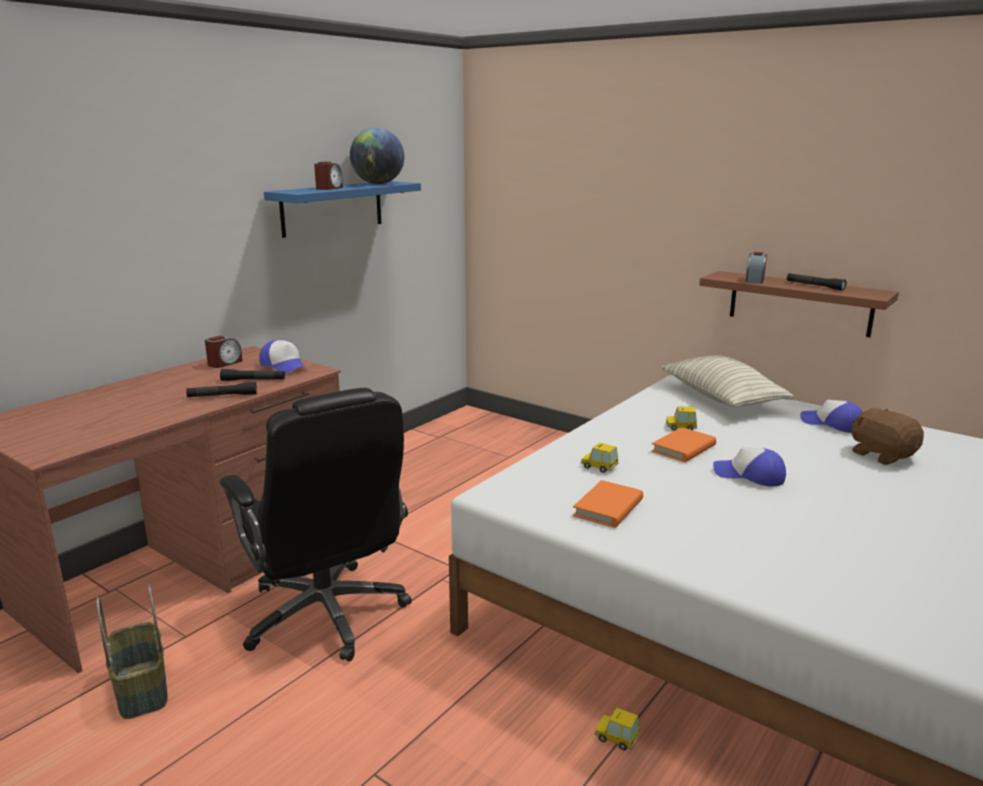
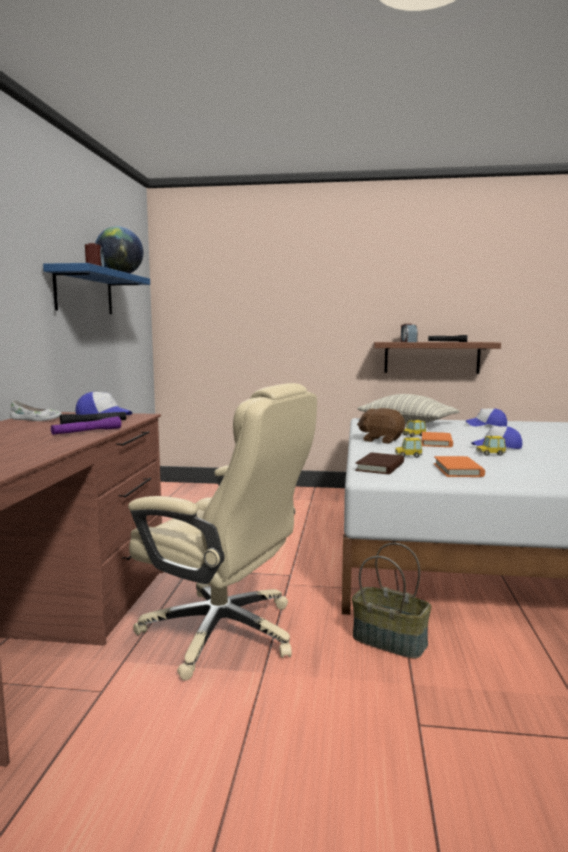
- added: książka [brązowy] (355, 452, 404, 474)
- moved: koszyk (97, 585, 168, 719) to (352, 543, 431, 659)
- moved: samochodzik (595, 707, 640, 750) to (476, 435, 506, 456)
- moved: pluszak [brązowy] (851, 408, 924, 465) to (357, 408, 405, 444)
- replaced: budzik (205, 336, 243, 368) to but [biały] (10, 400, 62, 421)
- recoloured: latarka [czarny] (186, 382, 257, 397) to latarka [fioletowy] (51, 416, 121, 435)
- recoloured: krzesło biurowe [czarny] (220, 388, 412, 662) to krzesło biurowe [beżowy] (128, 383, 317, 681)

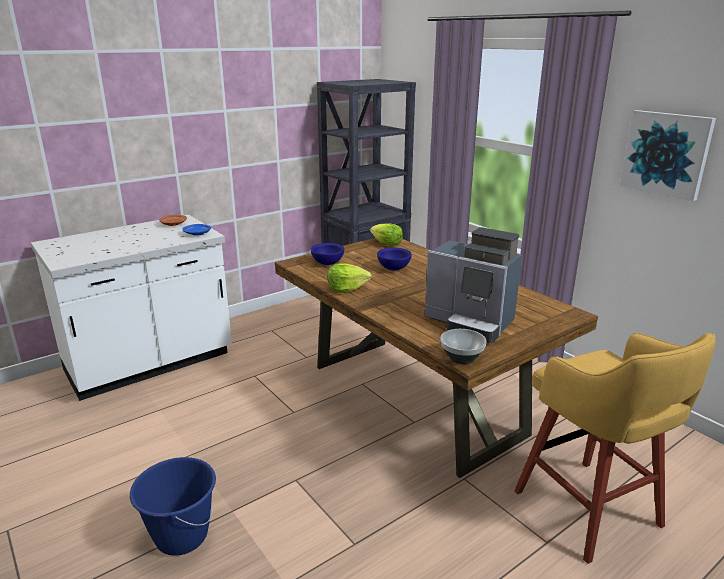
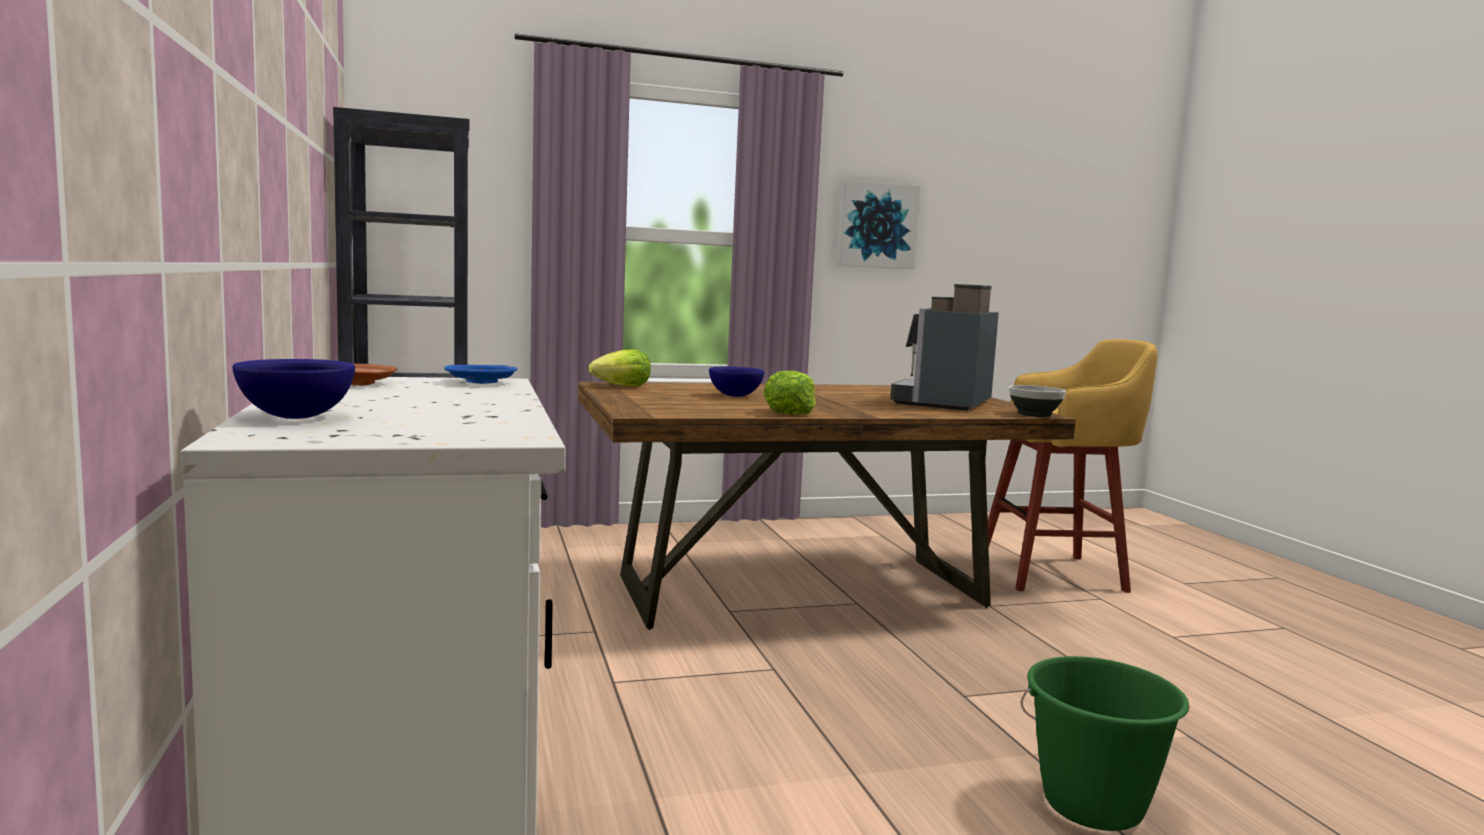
- moved: miska [niebieski] (311, 243, 344, 265) to (232, 359, 355, 419)
- recoloured: wiadro [niebieski] (130, 457, 216, 556) to wiadro [zielony] (1021, 656, 1190, 831)
- turned: ekspres do kawy (425, 227, 522, 344) = (891, 284, 999, 411) 150 degrees clockwise

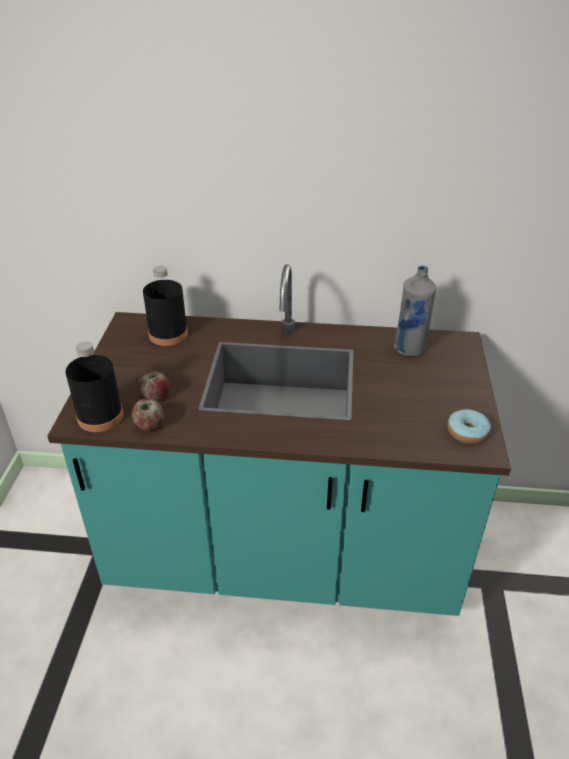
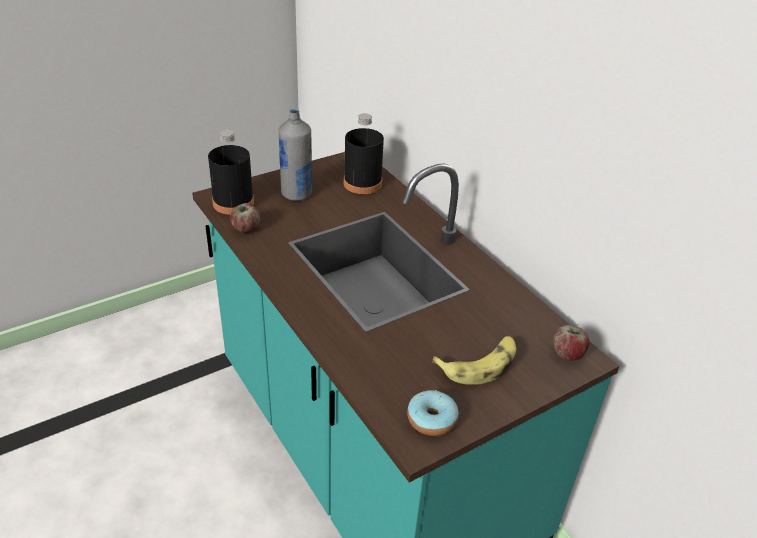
- added: banan (432, 336, 517, 385)
- moved: jabłko (138, 372, 170, 401) to (553, 325, 589, 361)
- moved: butelka [szary] (394, 265, 437, 356) to (279, 109, 312, 201)

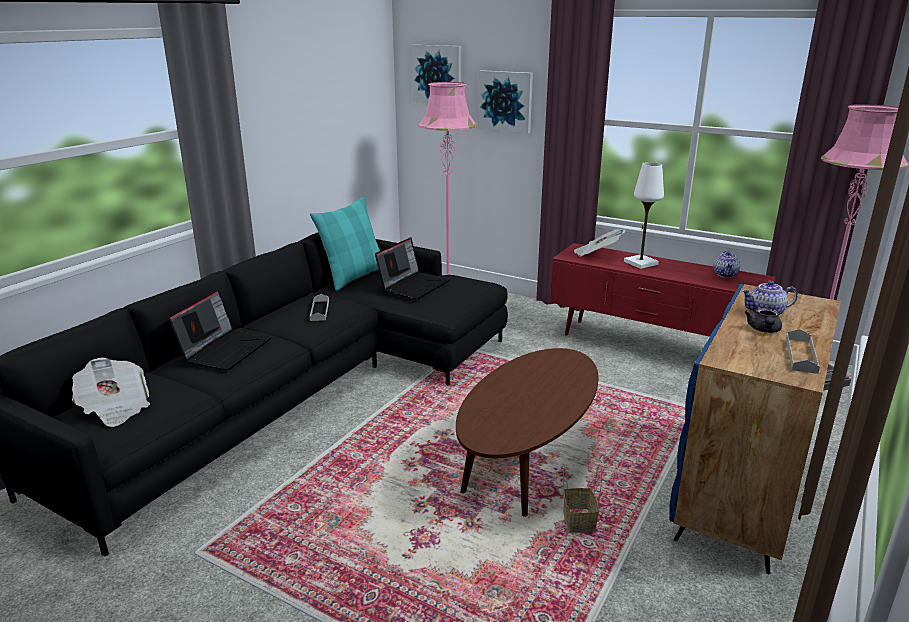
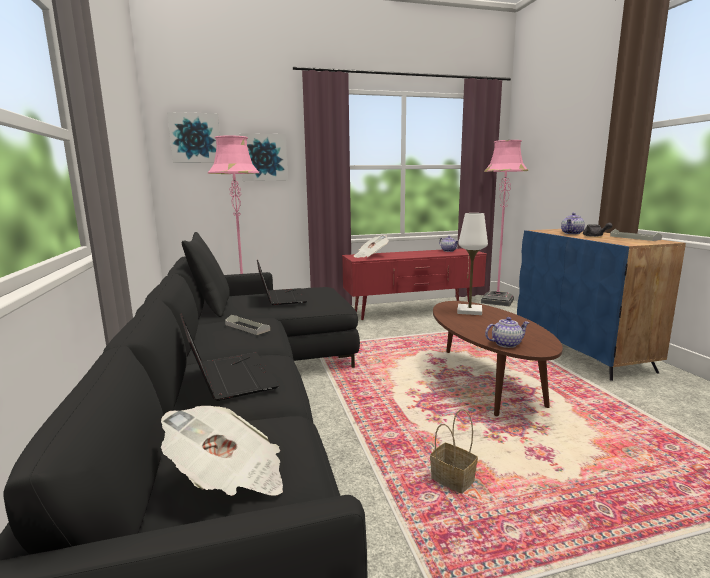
- added: imbryk (485, 317, 530, 348)
- moved: koszyk (563, 464, 602, 533) to (430, 409, 478, 493)
- moved: lampa stołowa [biały] (624, 162, 664, 269) to (457, 213, 488, 315)
- recoloured: poduszka [turkusowy] (310, 197, 380, 291) to poduszka [czarny] (182, 232, 230, 317)

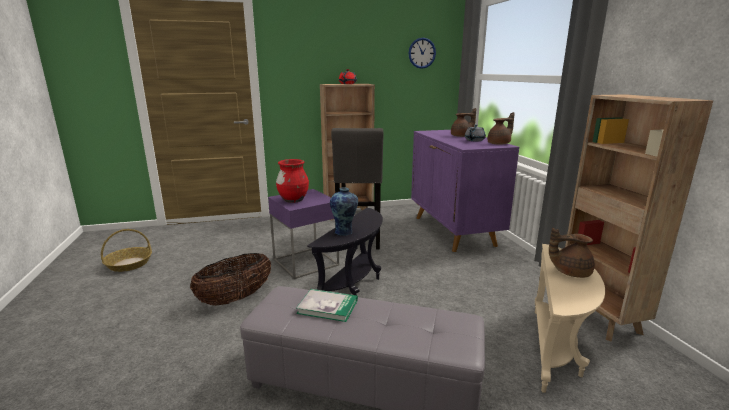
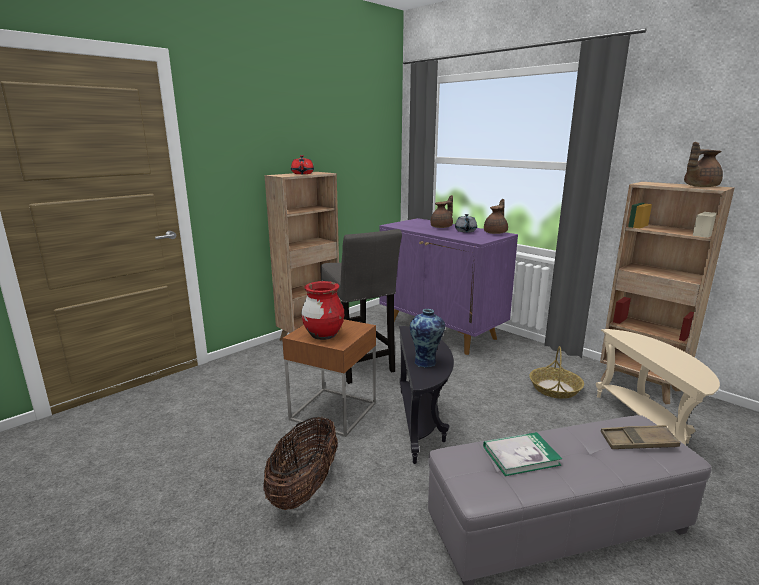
- removed: zegar ścienny (408, 38, 436, 69)
- added: taca [brązowy] (601, 425, 681, 449)
- moved: koszyk (101, 229, 152, 272) to (529, 346, 584, 399)
- moved: imbryk [brązowy] (549, 228, 595, 278) to (684, 142, 723, 187)
- recoloured: stolik [fioletowy] (268, 189, 339, 279) to stolik [brązowy] (282, 319, 376, 437)

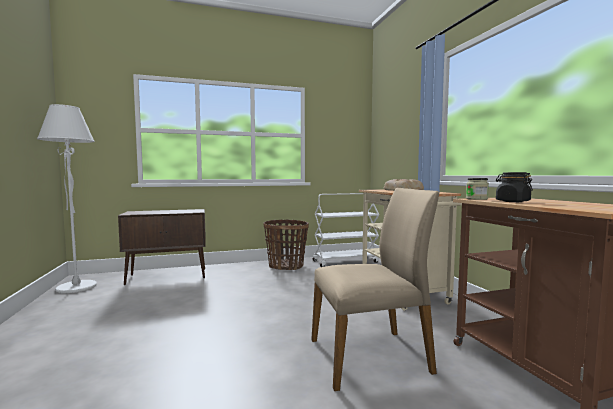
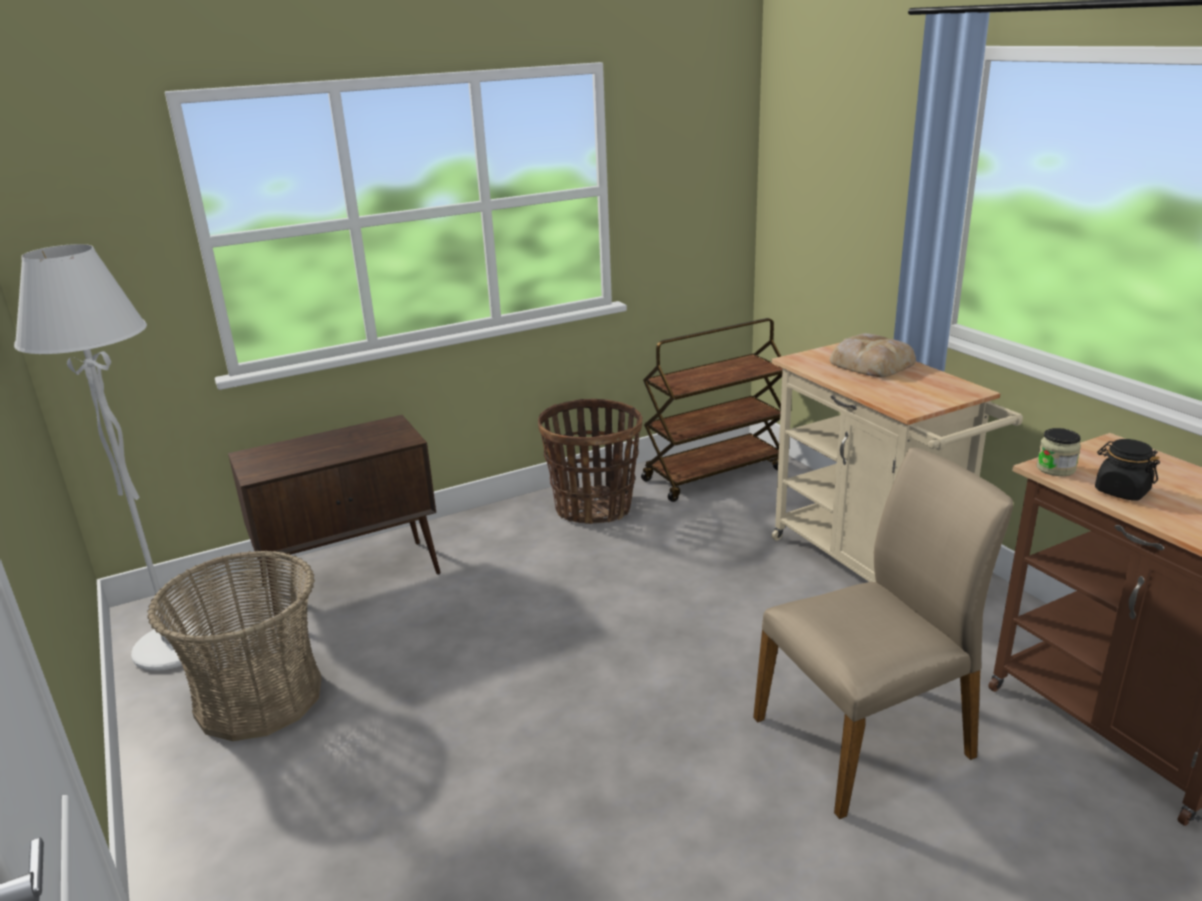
- added: koszyk (147, 550, 322, 741)
- recoloured: wózek [biały] (313, 193, 379, 267) to wózek [brązowy] (641, 318, 783, 502)

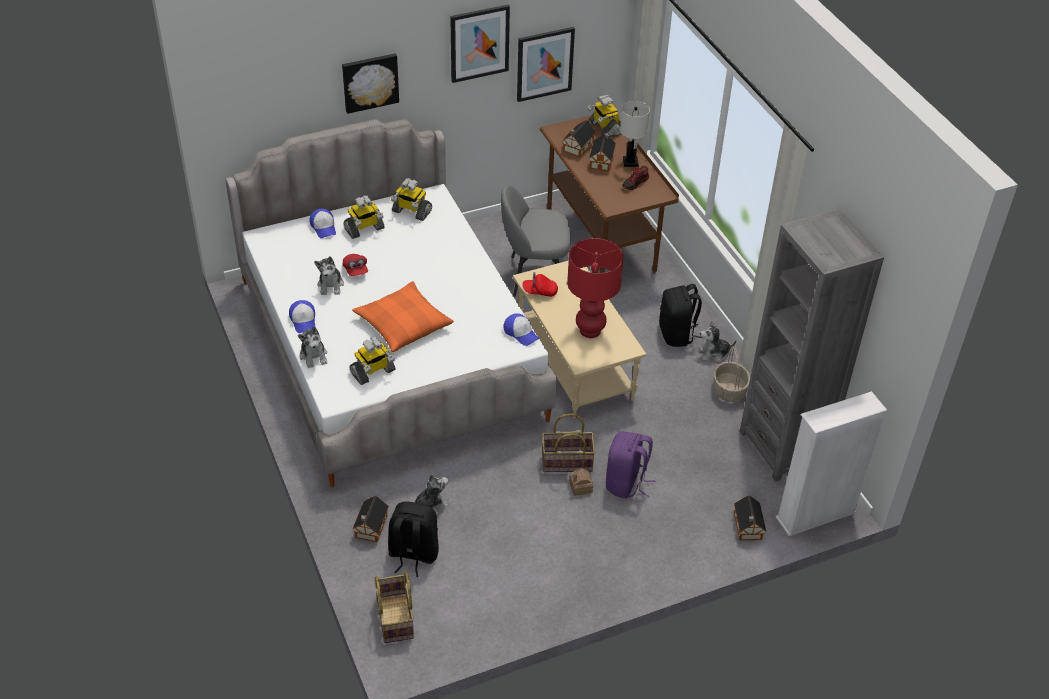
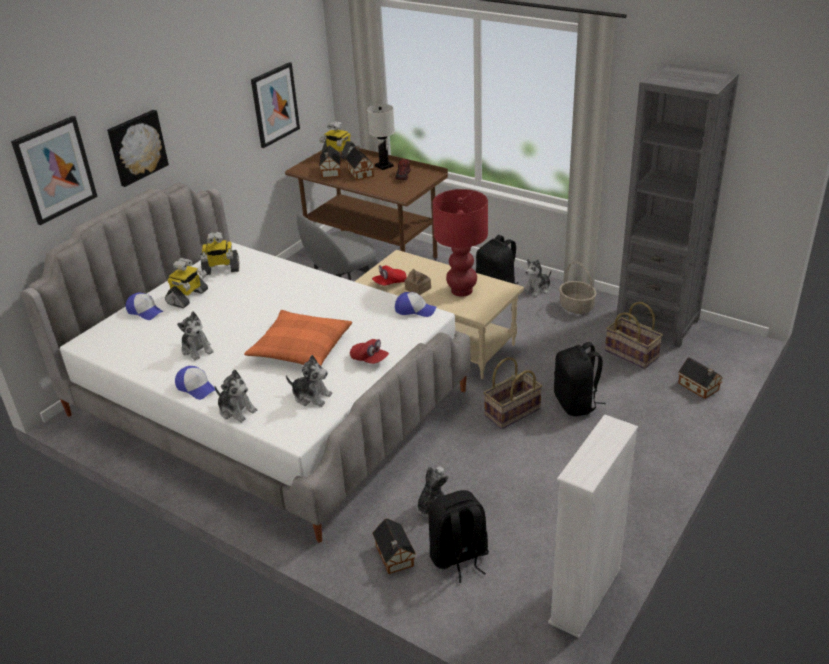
- moved: czapka z daszkiem [czerwony] (342, 254, 368, 276) to (350, 339, 389, 364)
- moved: koszyk (374, 571, 414, 643) to (605, 302, 663, 369)
- moved: obraz (450, 4, 510, 83) to (11, 116, 98, 225)
- moved: domek (569, 468, 593, 496) to (405, 268, 431, 295)
- moved: regał [biały] (776, 391, 887, 536) to (548, 414, 638, 638)
- replaced: robot zabawkowy (349, 337, 396, 385) to pluszak (286, 355, 332, 407)
- recoloured: plecak [fioletowy] (606, 431, 655, 498) to plecak [czarny] (554, 342, 606, 416)

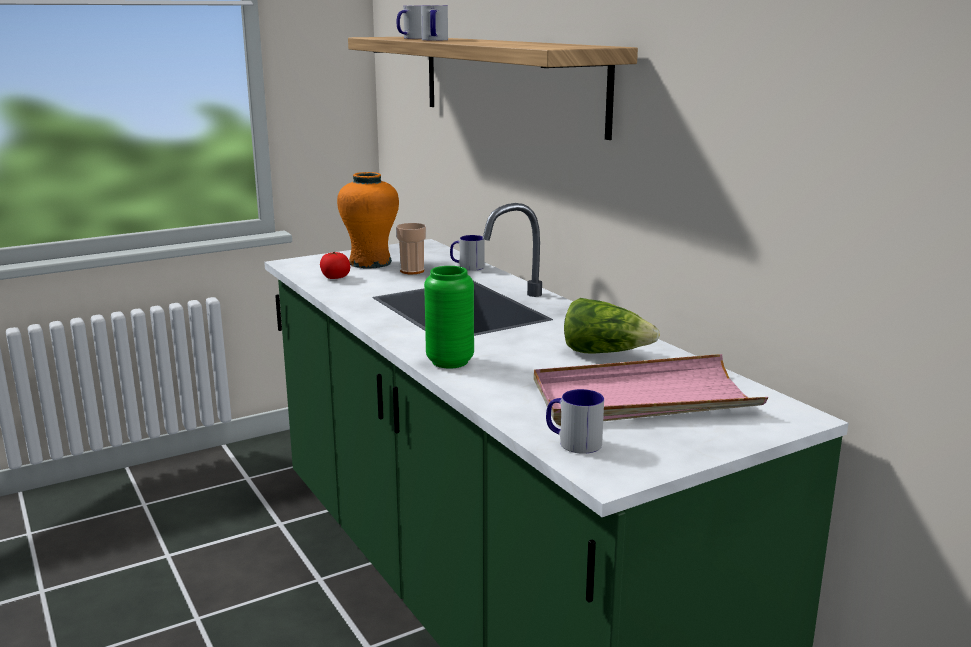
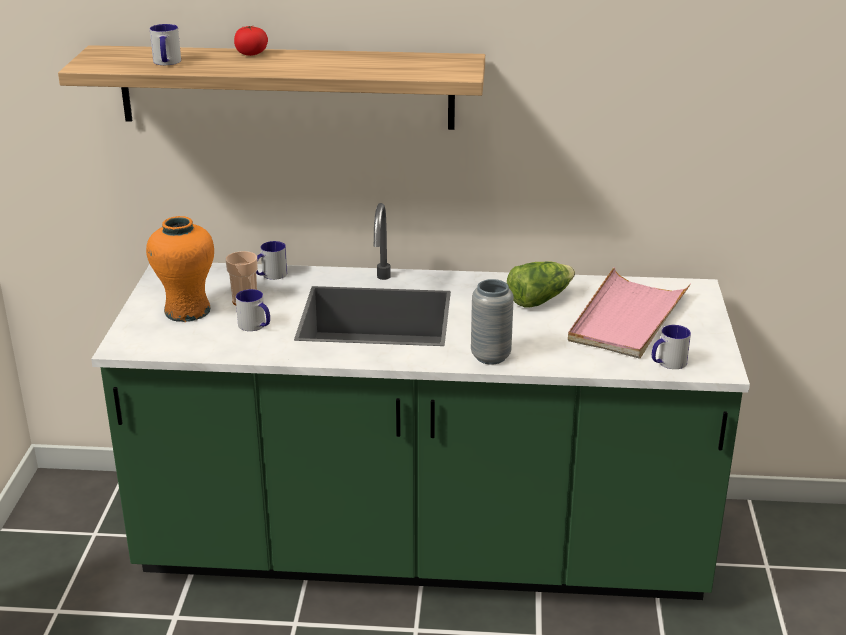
- moved: pomidor (320, 252, 350, 279) to (234, 26, 268, 56)
- moved: kubek (421, 5, 448, 40) to (236, 289, 270, 331)
- recoloured: wazon [zielony] (424, 266, 474, 369) to wazon [szary] (471, 279, 514, 365)

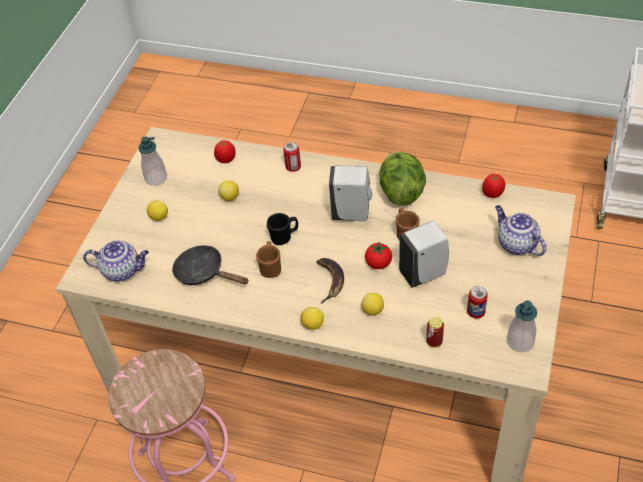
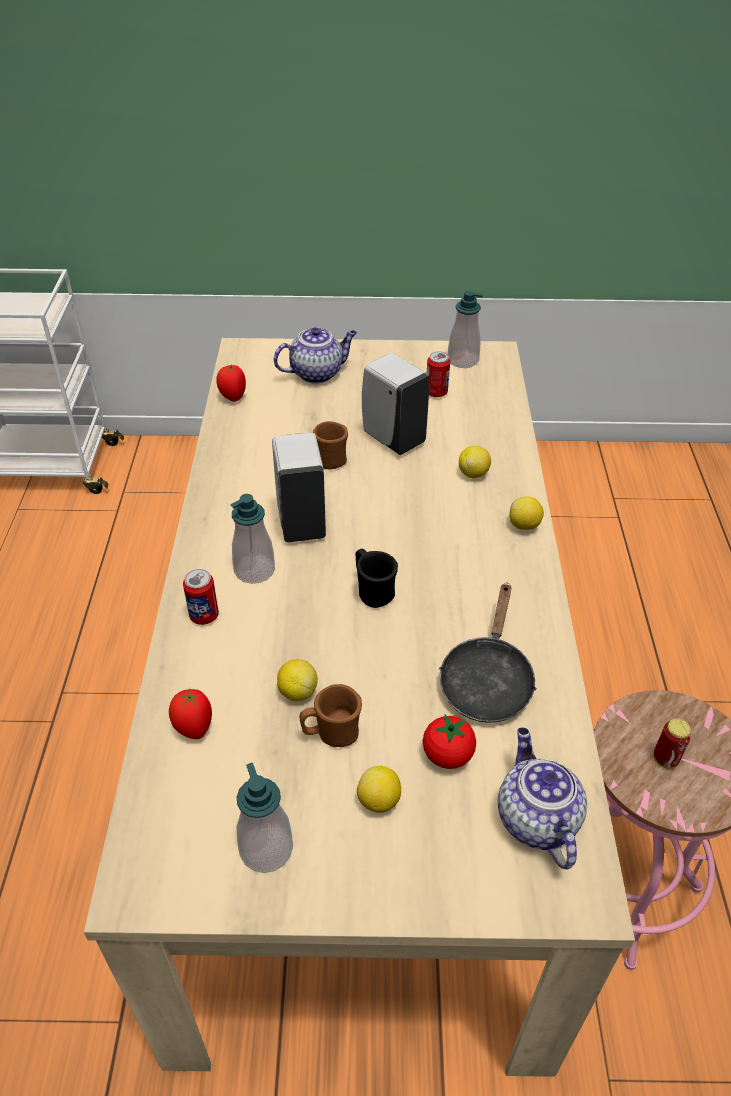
- removed: banan (316, 258, 344, 304)
- removed: sałata (380, 152, 426, 206)
- added: dozownik mydła (230, 494, 275, 584)
- moved: kubek [brązowy] (256, 241, 281, 278) to (299, 684, 362, 747)
- moved: pomidor (365, 242, 392, 269) to (423, 715, 476, 769)
- moved: puszka (426, 317, 444, 348) to (653, 718, 692, 769)
- turned: imbryk (495, 205, 547, 256) = (274, 327, 357, 384) 150 degrees counterclockwise

